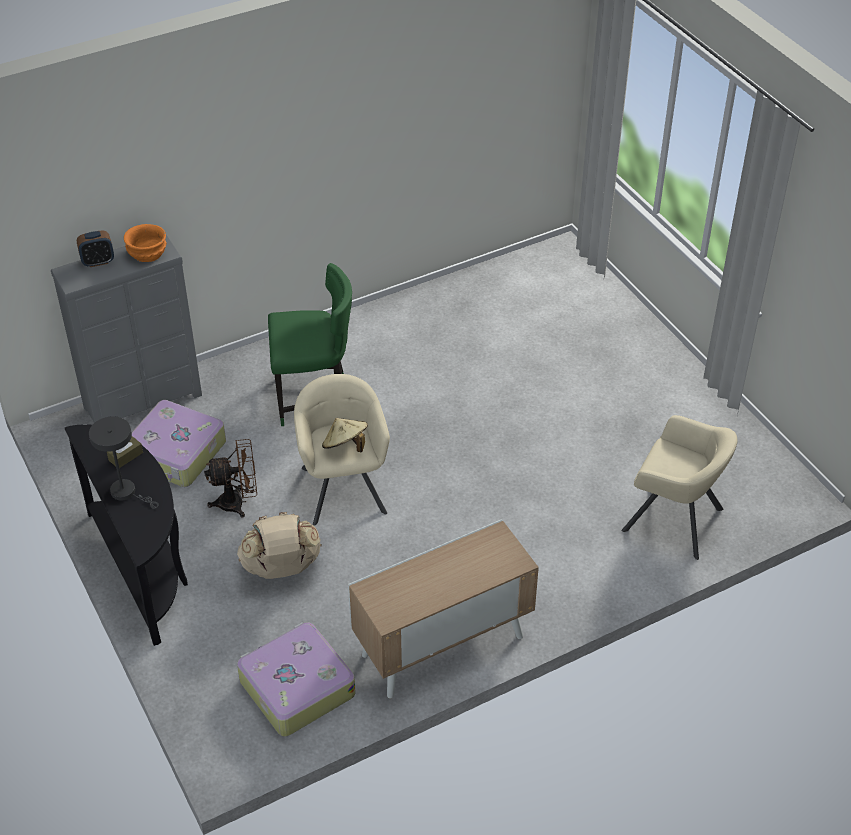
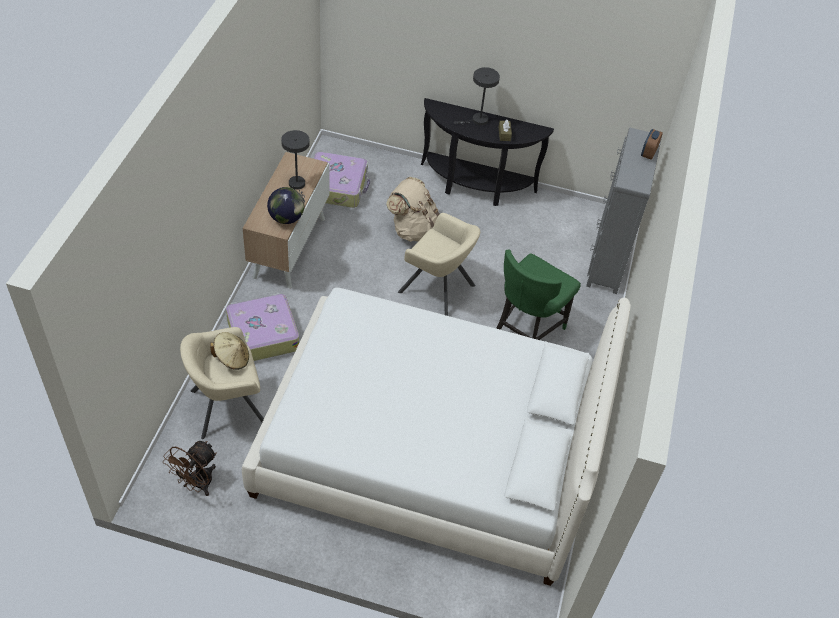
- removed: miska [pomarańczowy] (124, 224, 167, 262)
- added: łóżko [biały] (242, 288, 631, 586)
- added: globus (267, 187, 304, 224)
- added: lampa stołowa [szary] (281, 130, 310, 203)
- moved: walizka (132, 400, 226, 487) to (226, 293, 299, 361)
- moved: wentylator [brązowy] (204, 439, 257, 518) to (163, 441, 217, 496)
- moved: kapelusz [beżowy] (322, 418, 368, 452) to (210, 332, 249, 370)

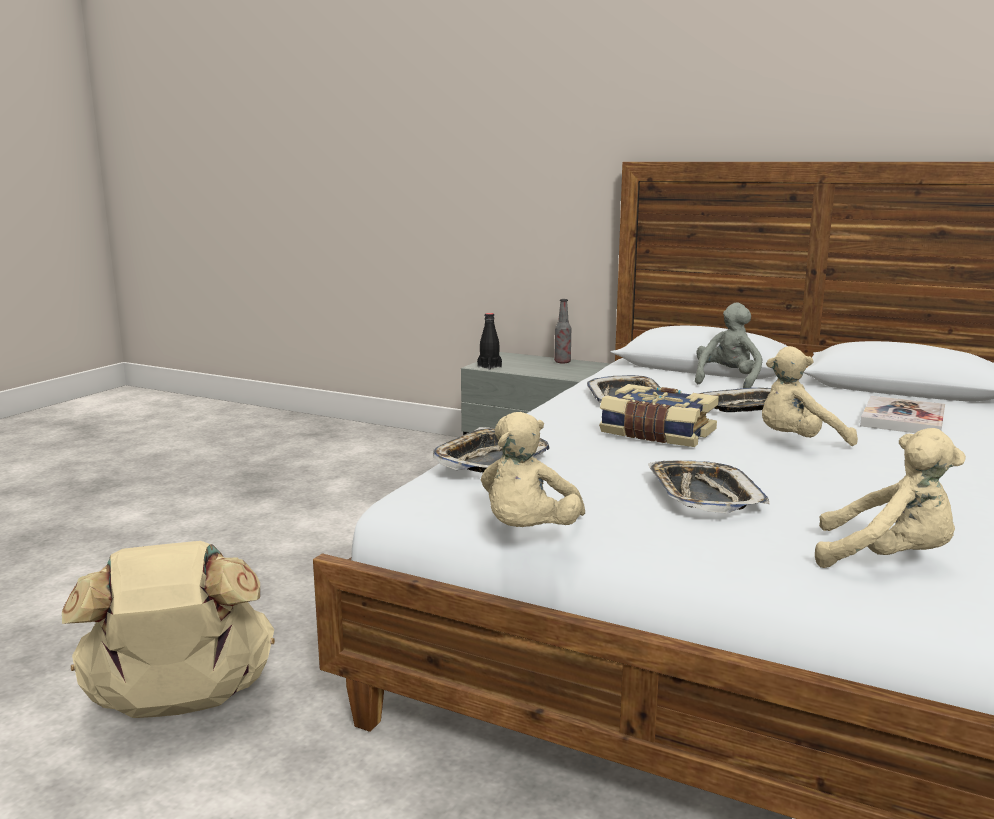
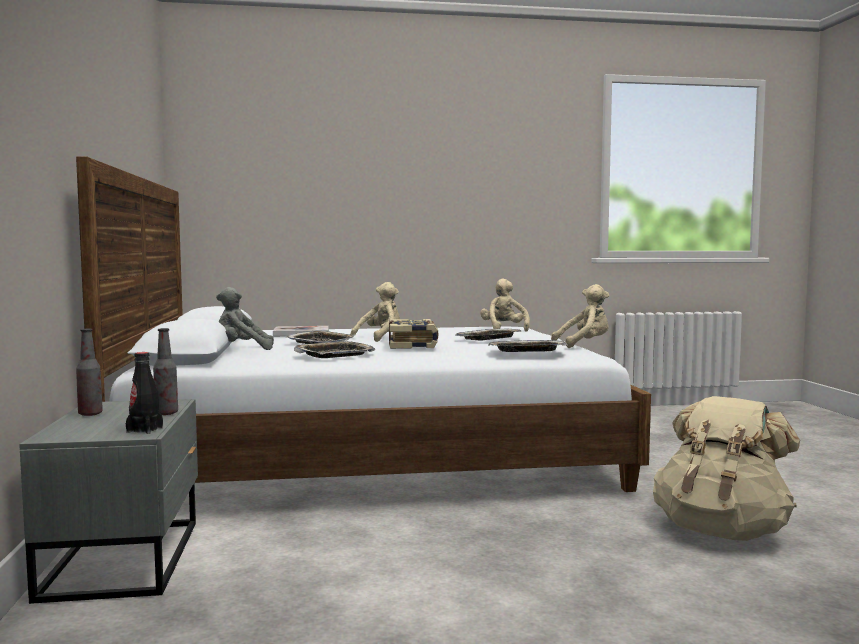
- added: butelka (153, 328, 178, 415)
- turned: pluszak [beżowy] (762, 346, 858, 446) = (350, 282, 400, 342) 90 degrees counterclockwise

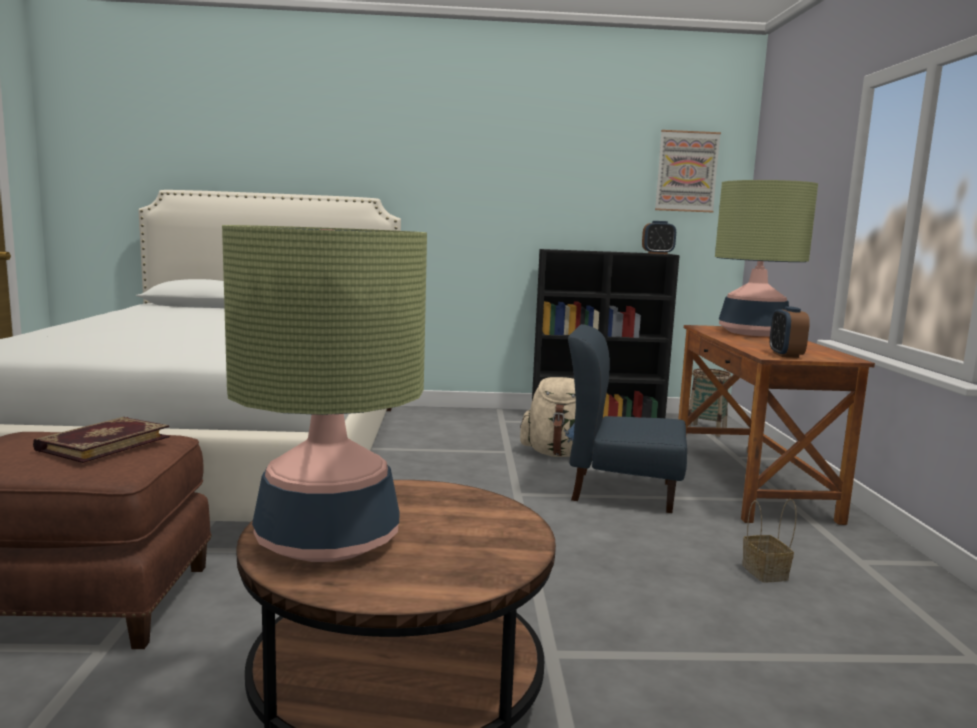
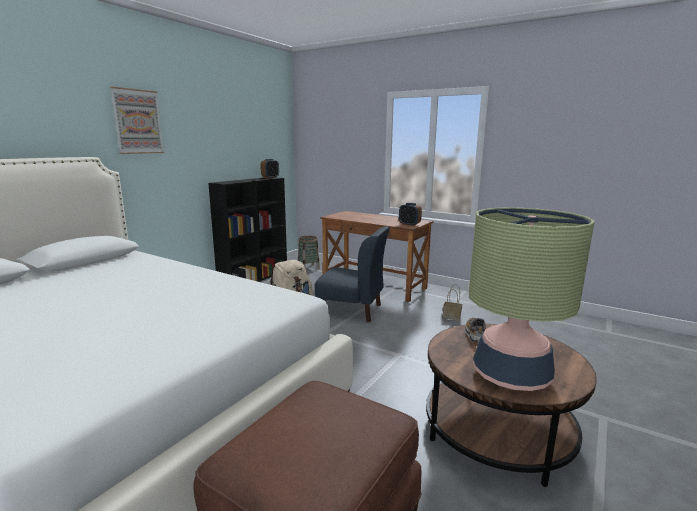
- removed: książka (33, 417, 170, 463)
- removed: lampa stołowa (715, 180, 818, 336)
- added: but (465, 318, 486, 343)
- moved: obraz (655, 130, 721, 212) to (110, 87, 164, 154)
- turned: krzesło [niebieski] (568, 324, 687, 513) = (315, 226, 390, 322) 120 degrees counterclockwise

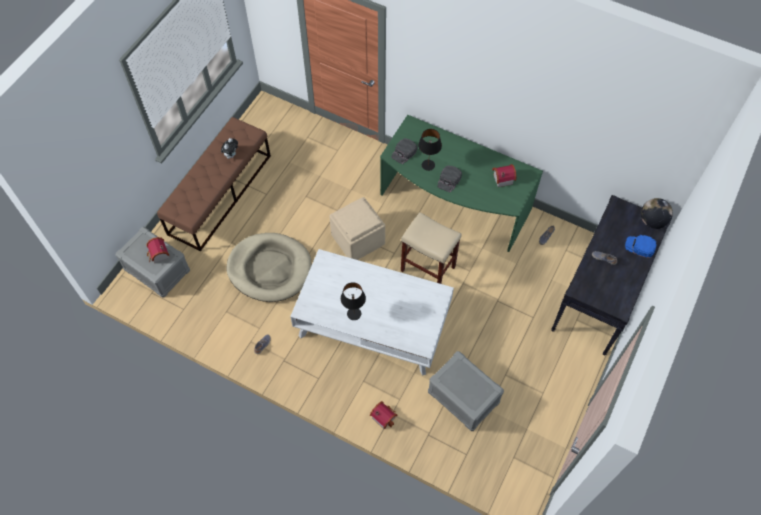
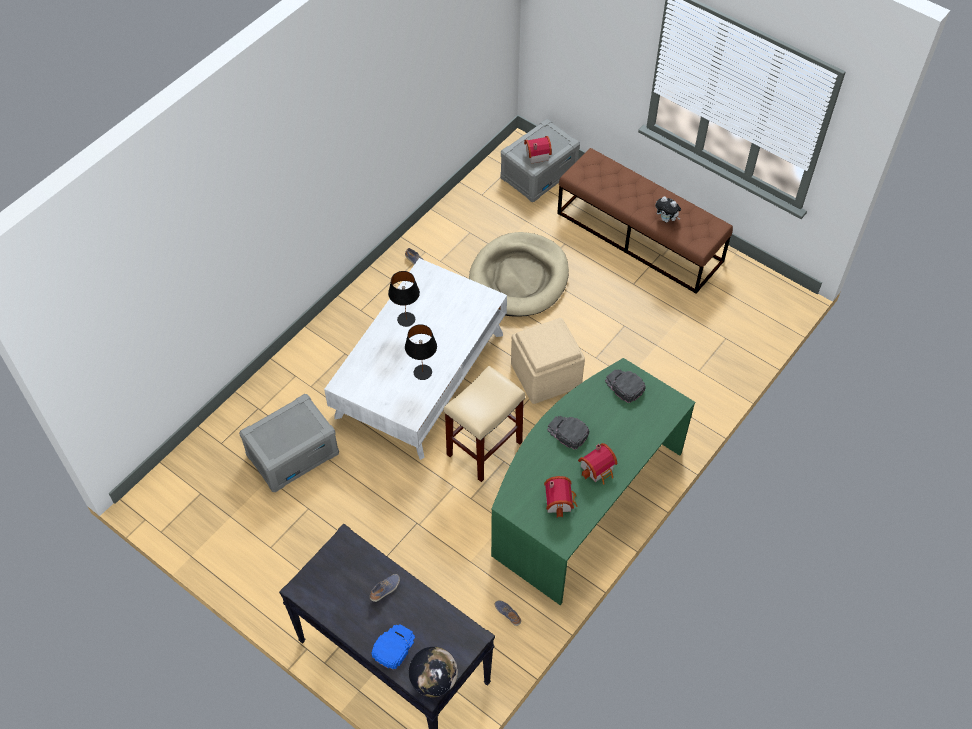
- moved: domek (370, 401, 398, 429) to (578, 443, 617, 485)
- moved: lampa stołowa [czarny] (418, 129, 442, 171) to (405, 324, 437, 380)

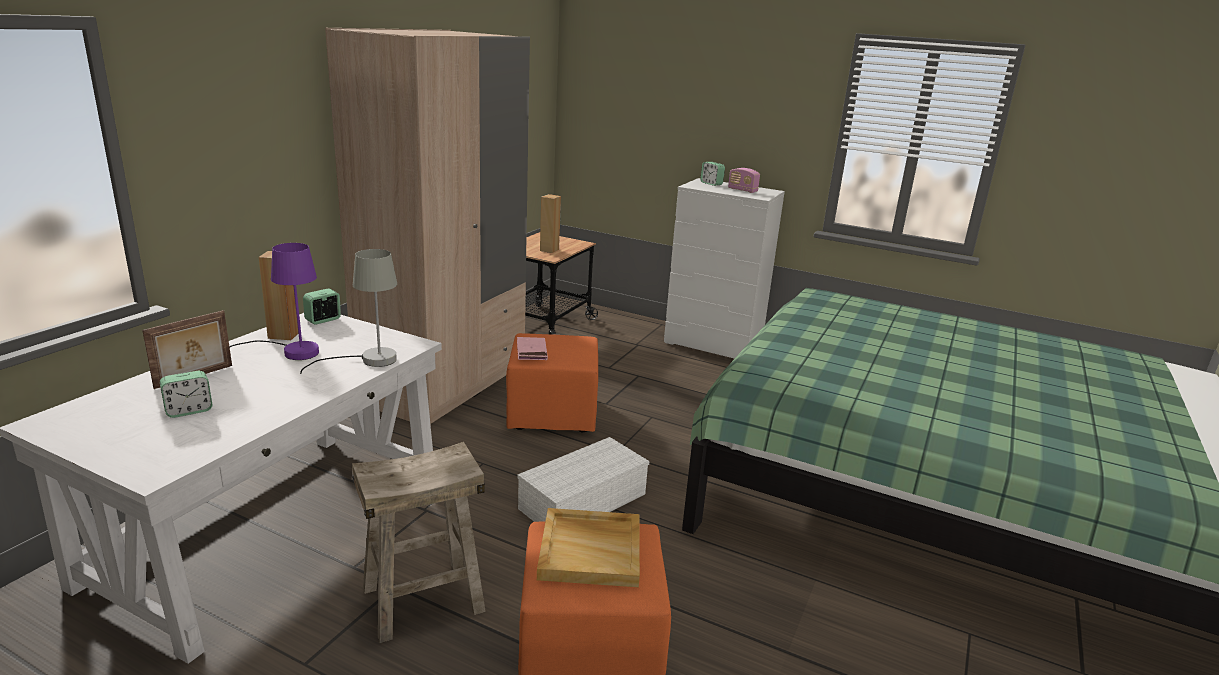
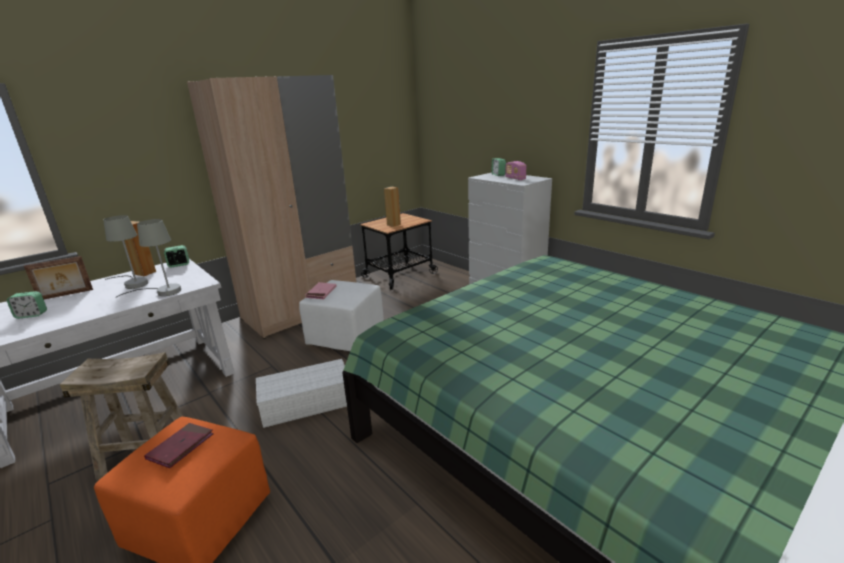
- replaced: taca [beżowy] (537, 508, 640, 587) to książka [czerwony] (144, 423, 214, 468)
- recoloured: lampa stołowa [fioletowy] (229, 243, 319, 360) to lampa stołowa [szary] (103, 215, 148, 289)
- recoloured: pufa [pomarańczowy] (506, 333, 598, 432) to pufa [biały] (299, 280, 384, 351)

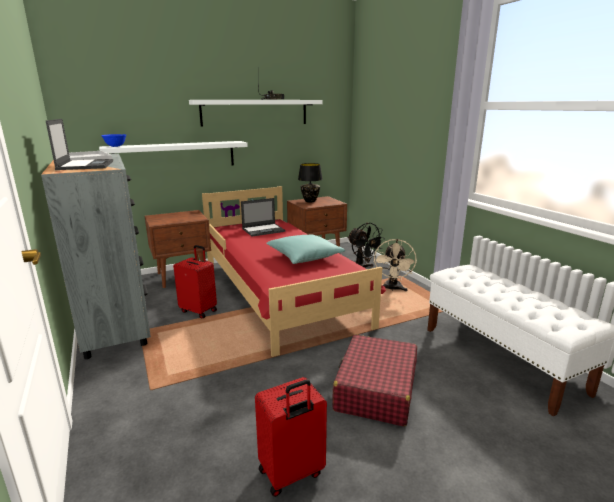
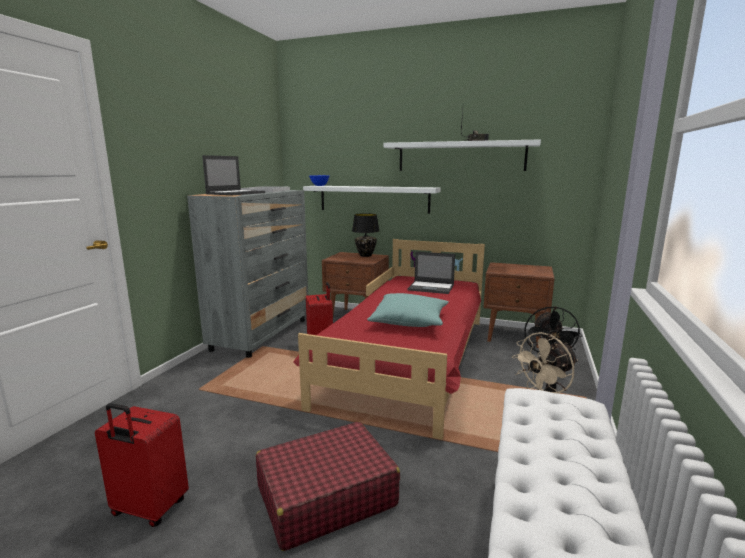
- moved: lampa stołowa [czarny] (298, 163, 323, 202) to (352, 213, 379, 257)

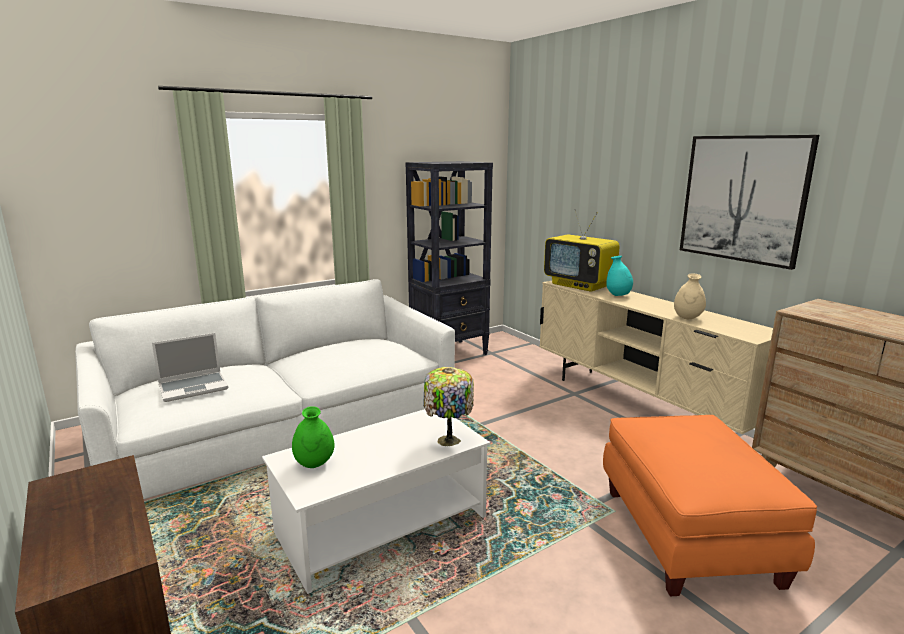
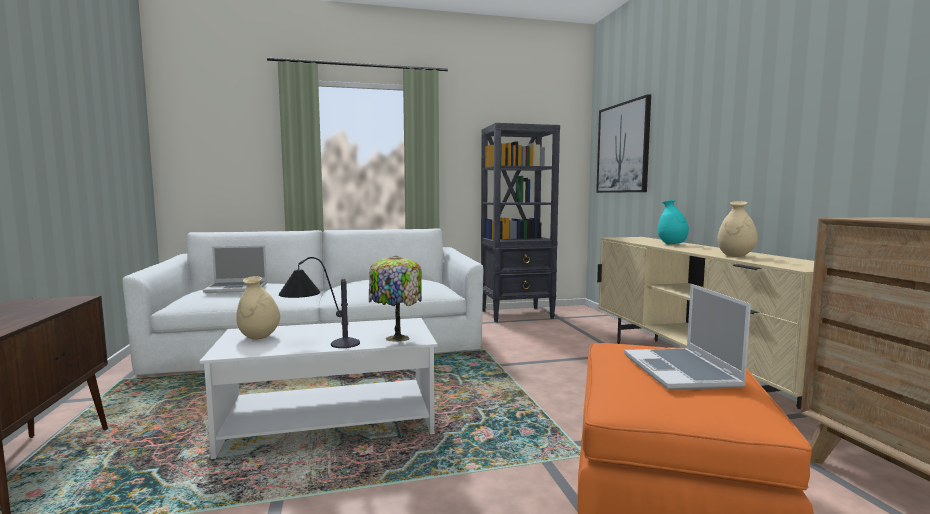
- removed: telewizor (544, 209, 620, 292)
- added: lampa stołowa (279, 257, 360, 348)
- added: laptop (624, 284, 751, 390)
- moved: obraz (680, 135, 819, 270) to (596, 94, 651, 193)
- recoloured: wazon [zielony] (292, 406, 335, 468) to wazon [beżowy] (236, 276, 280, 340)

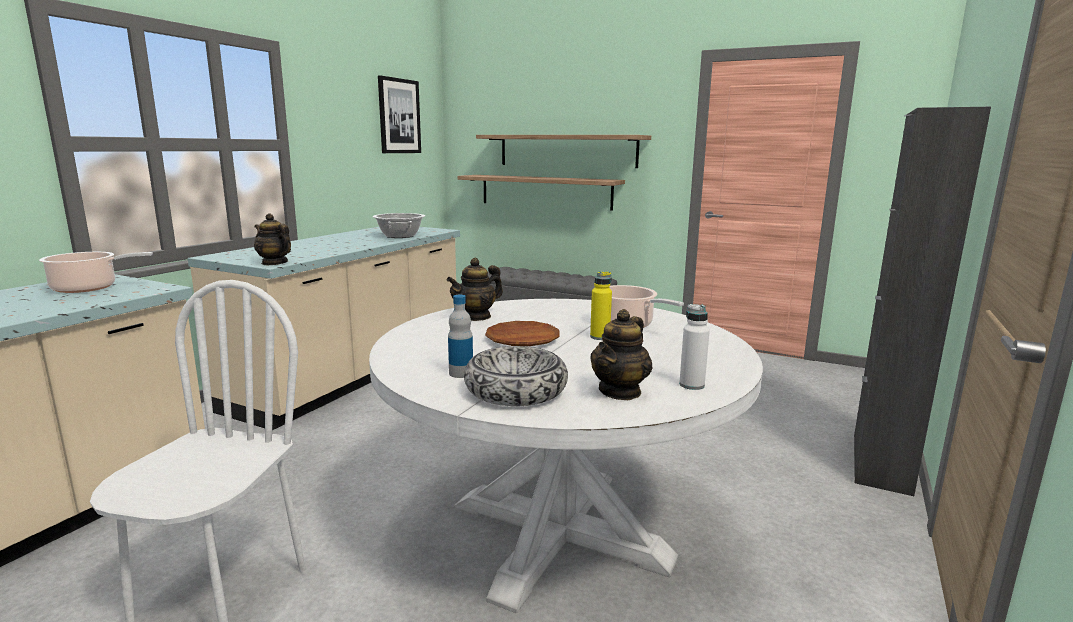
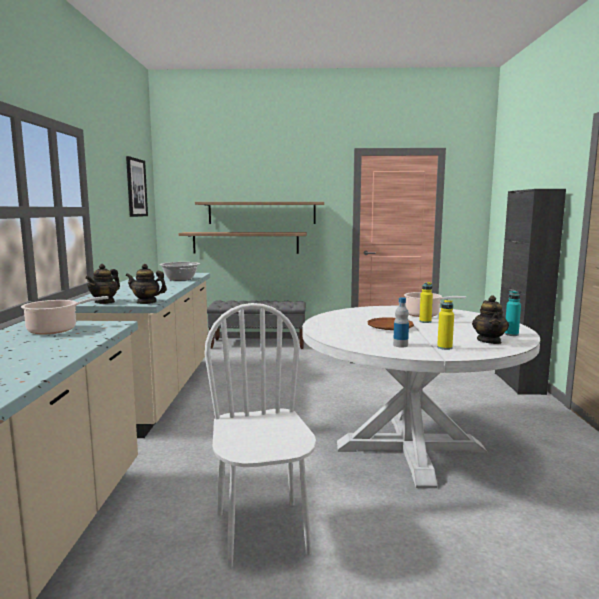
- moved: imbryk (447, 258, 503, 321) to (85, 264, 120, 304)
- replaced: miska (464, 346, 568, 406) to butelka [żółty] (437, 299, 454, 350)
- recoloured: butelka [biały] (679, 304, 710, 390) to butelka [turkusowy] (504, 291, 521, 336)

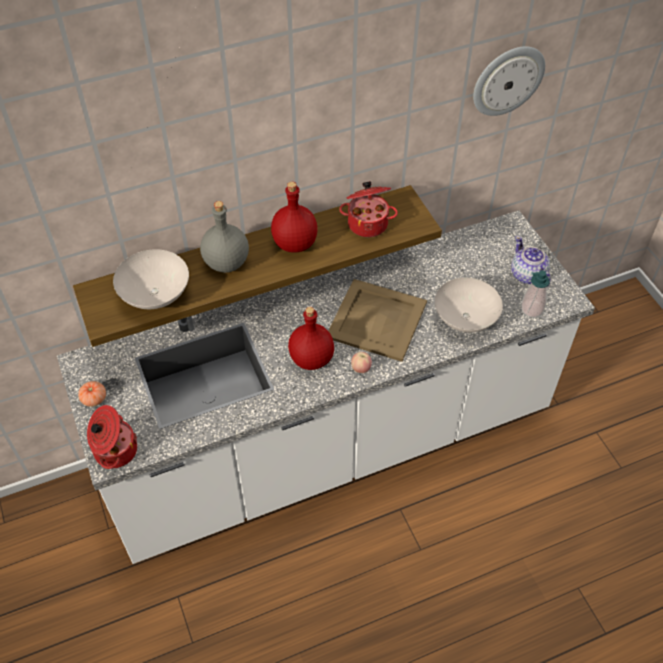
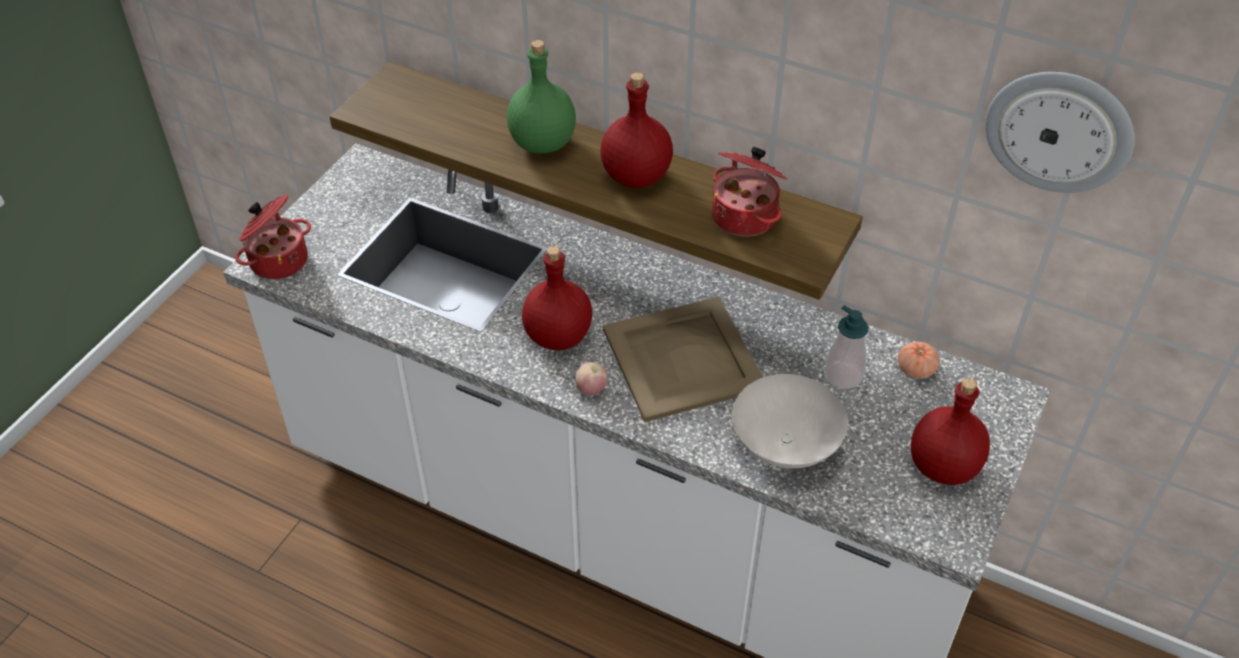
- removed: miska [biały] (113, 249, 189, 309)
- moved: pomidor (78, 381, 106, 407) to (898, 341, 940, 379)
- moved: dozownik mydła (521, 270, 550, 318) to (825, 305, 869, 389)
- replaced: imbryk (511, 236, 550, 287) to butelka [czerwony] (911, 378, 990, 485)
- recoloured: butelka [szary] (200, 201, 249, 273) to butelka [zielony] (507, 40, 576, 154)

